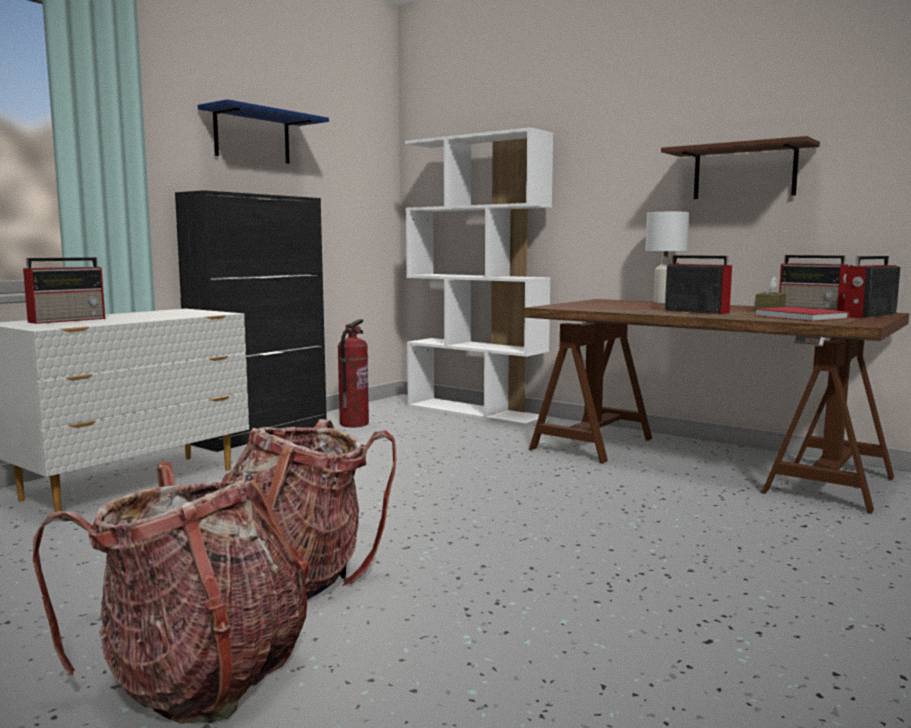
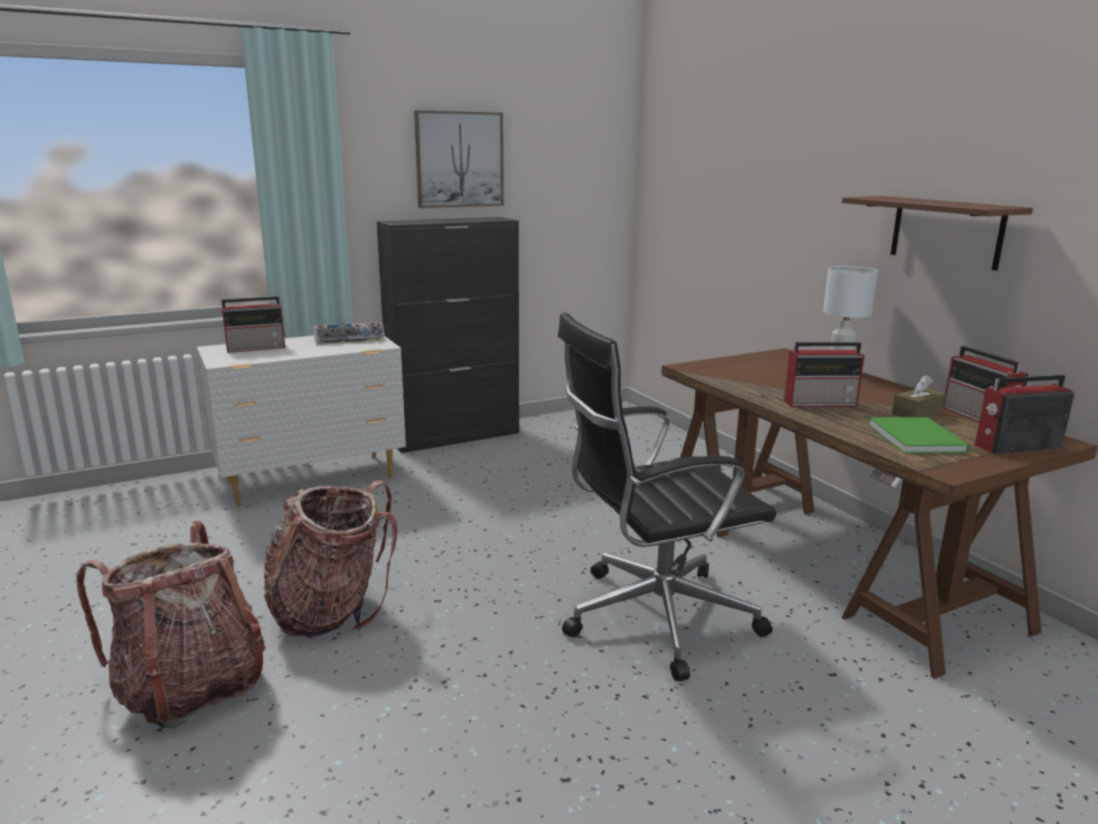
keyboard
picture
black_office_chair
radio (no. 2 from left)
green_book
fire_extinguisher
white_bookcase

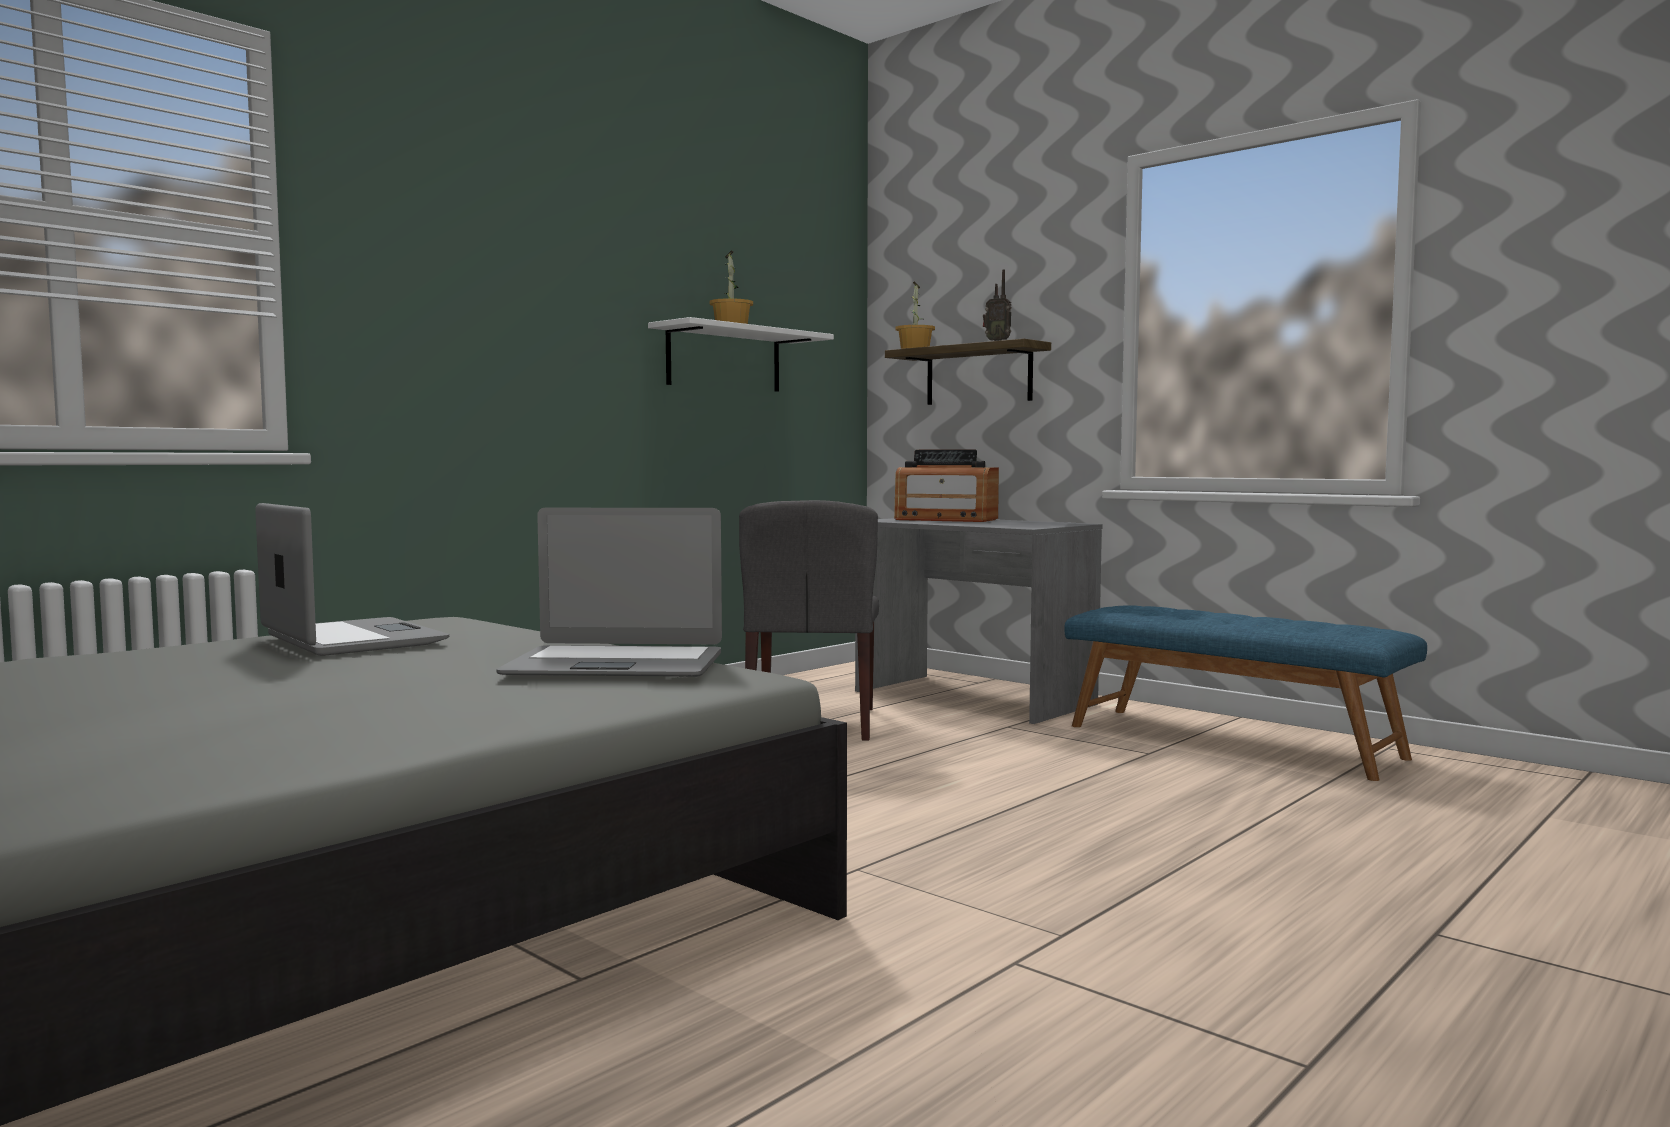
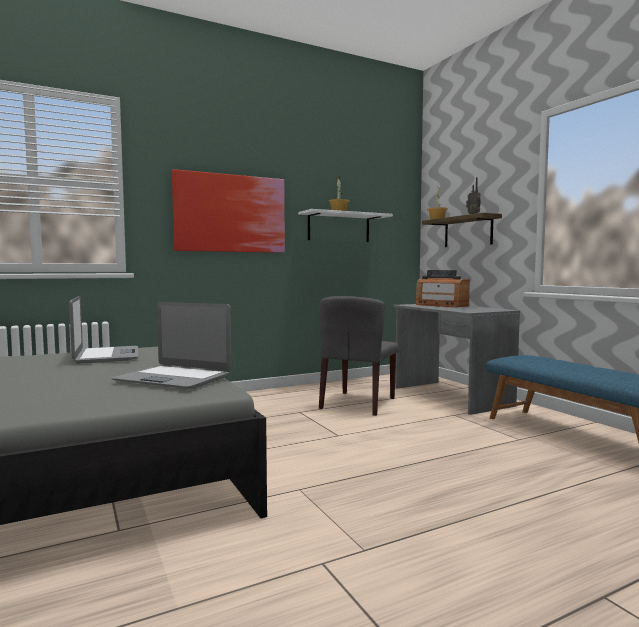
picture

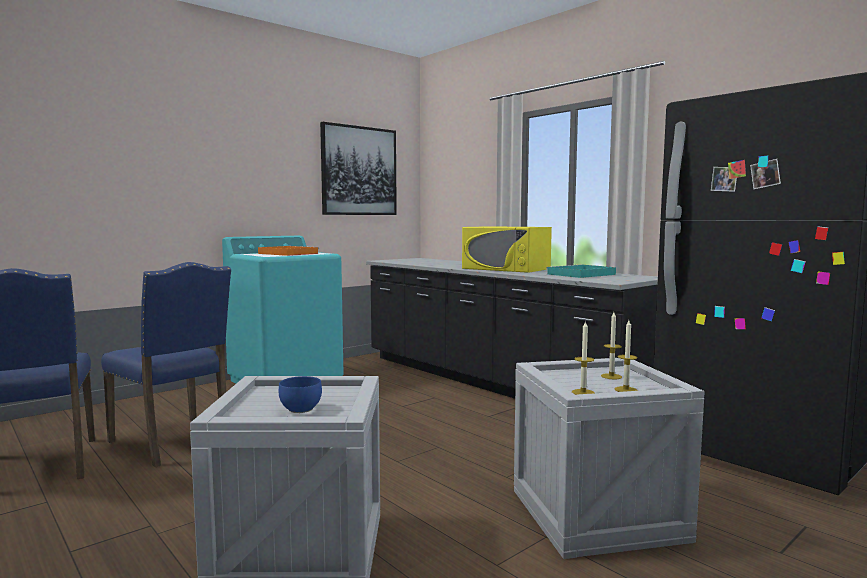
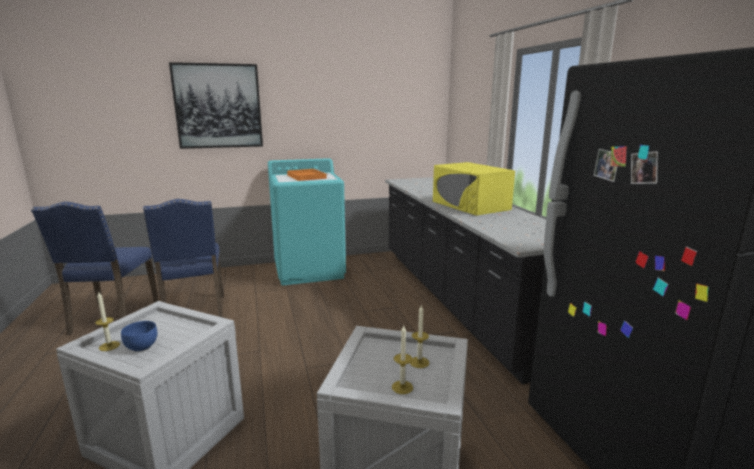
candle (no. 1 from left)
picture
turquoise_tray

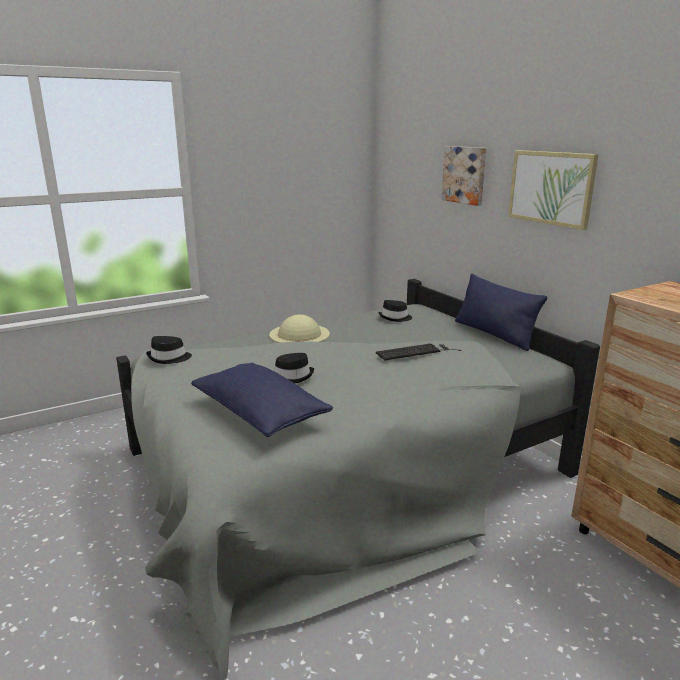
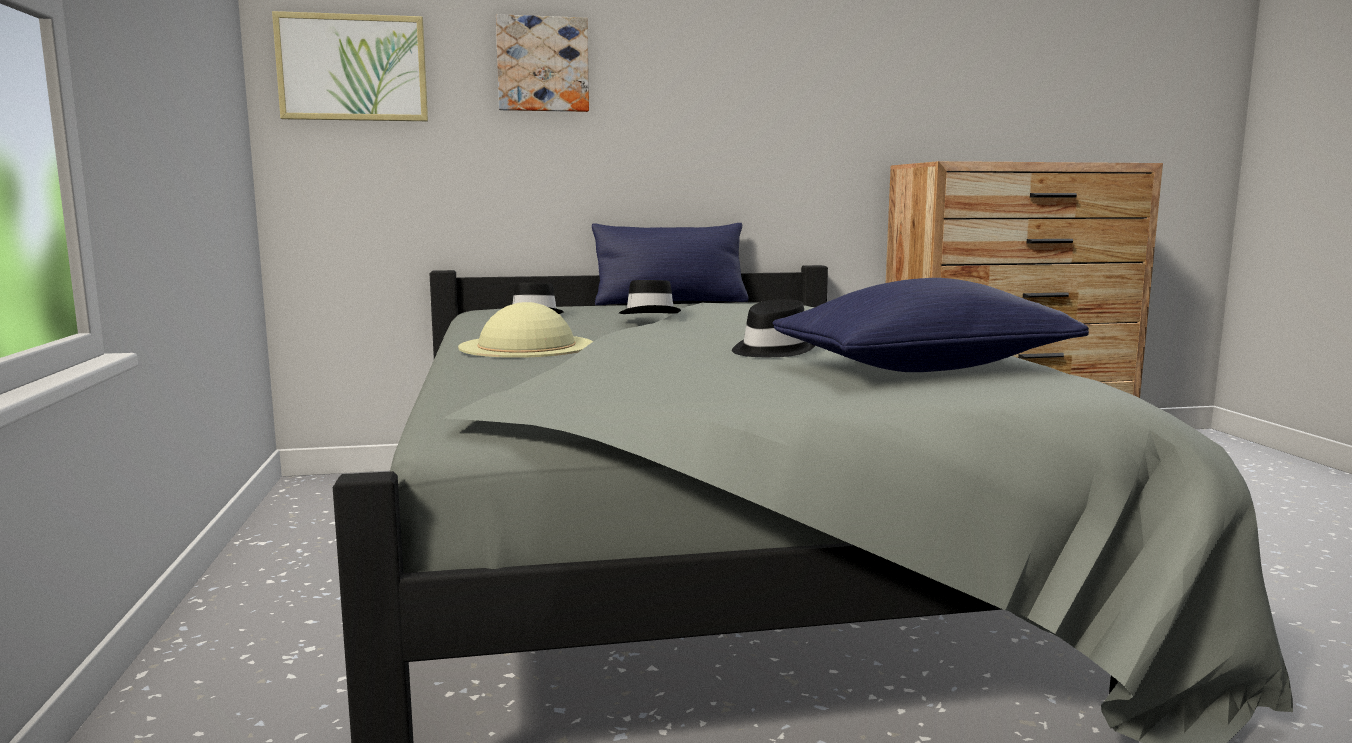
picture (no. 1 from left)
black_hat (no. 2 from left)
keyboard

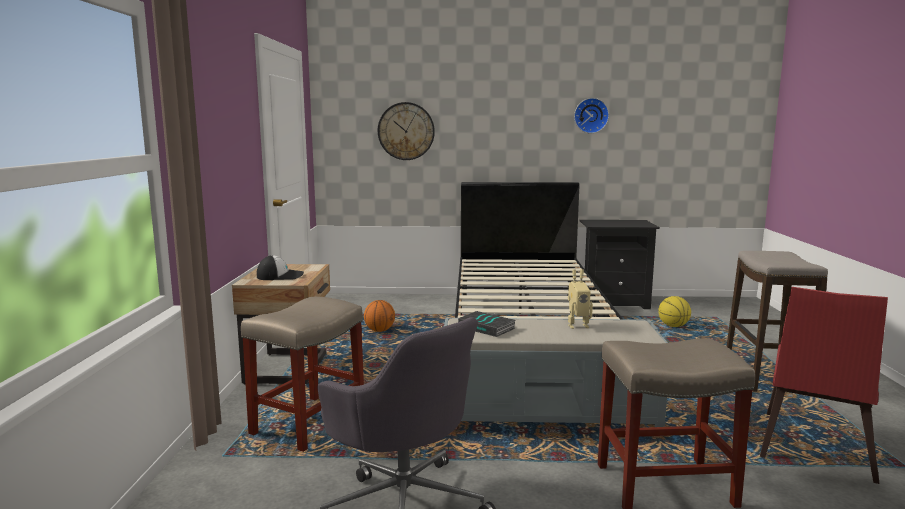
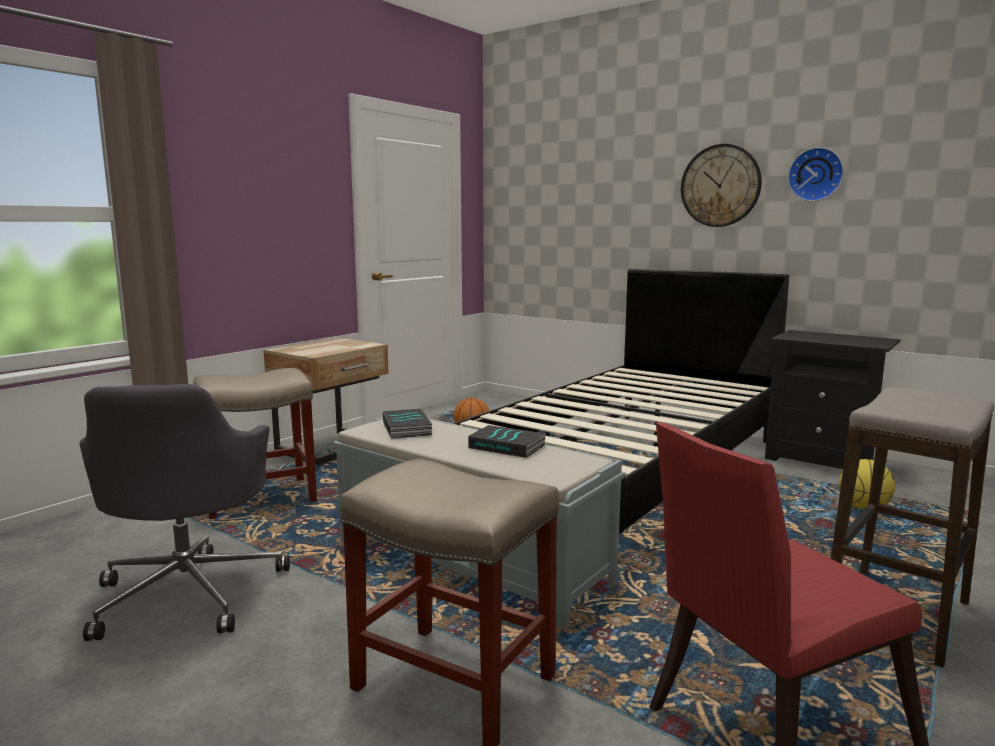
book (no. 2 from left)
wall_clock (no. 1 from left)
cap

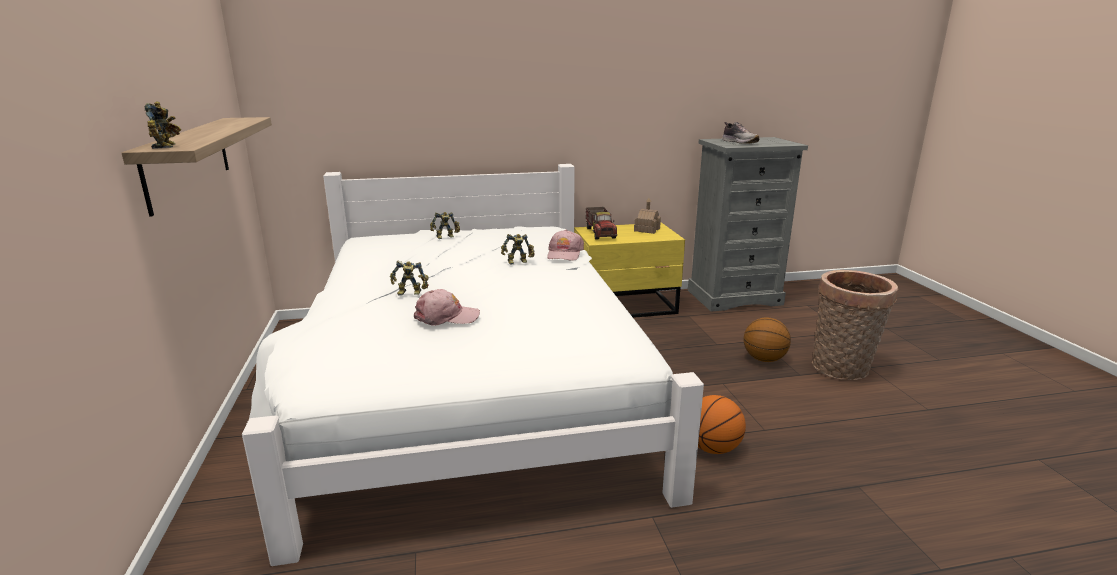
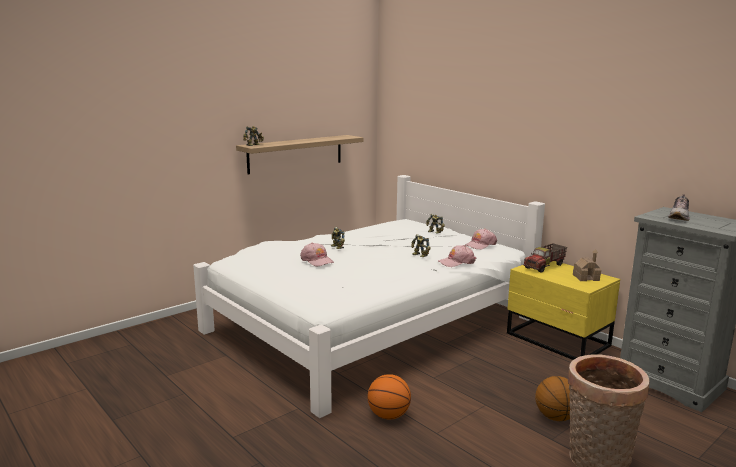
pink_cap (no. 3 from left)

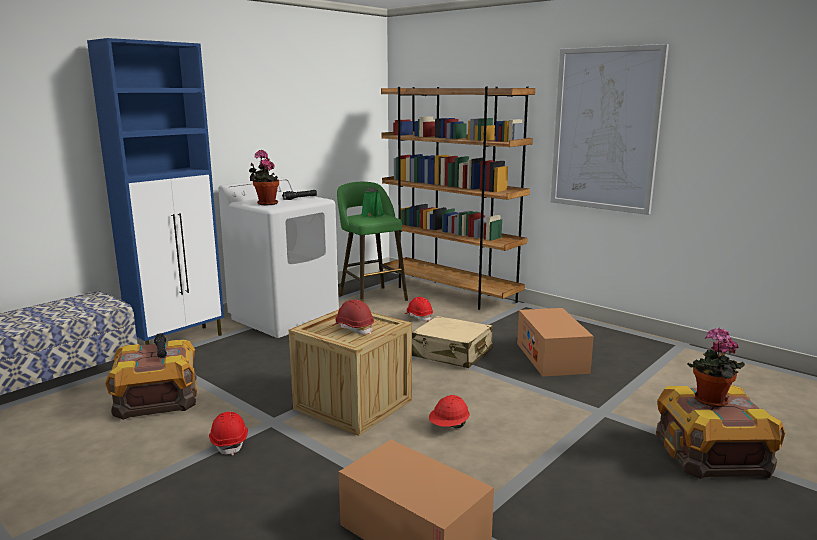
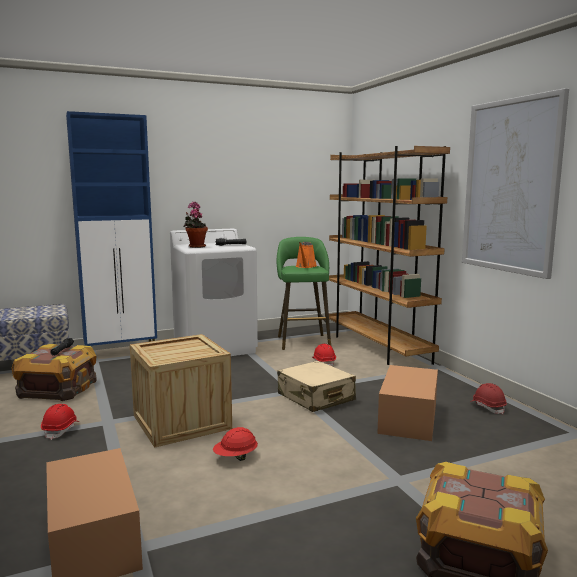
orange_watering_can
red_hard_hat (no. 4 from left)
potted_plant (no. 2 from left in the first image)

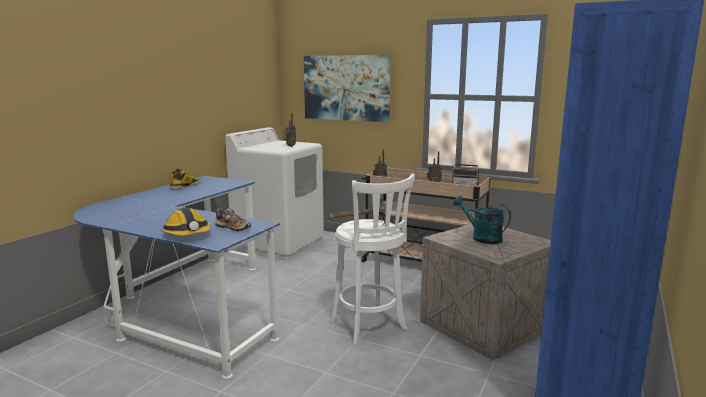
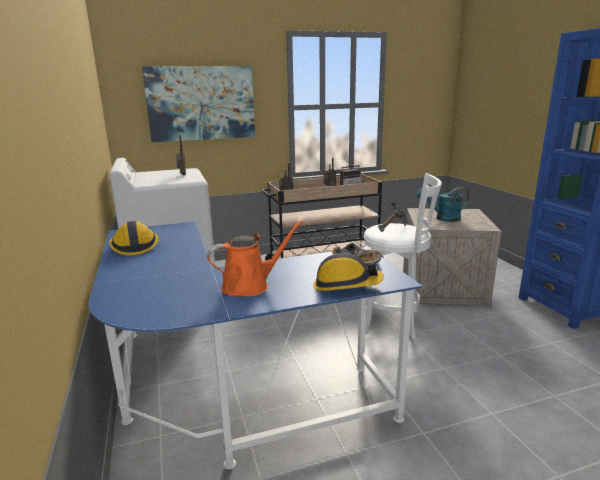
hard_hat (no. 1 from left)
orange_watering_can

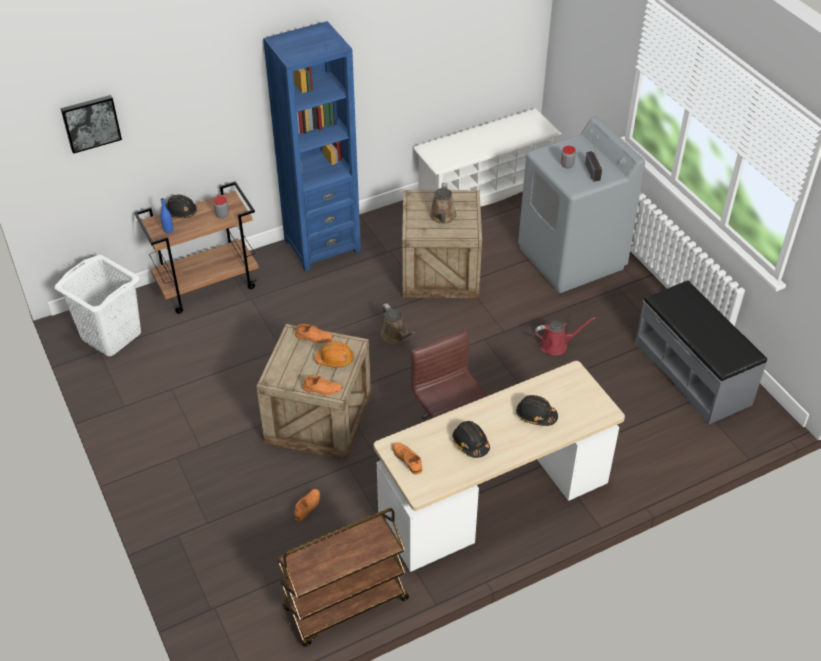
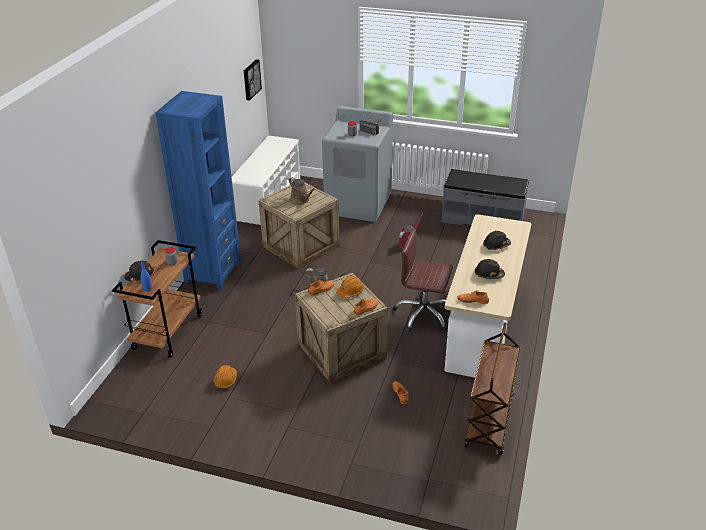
orange_hard_hat (no. 1 from left)
picture
white_laundry_basket

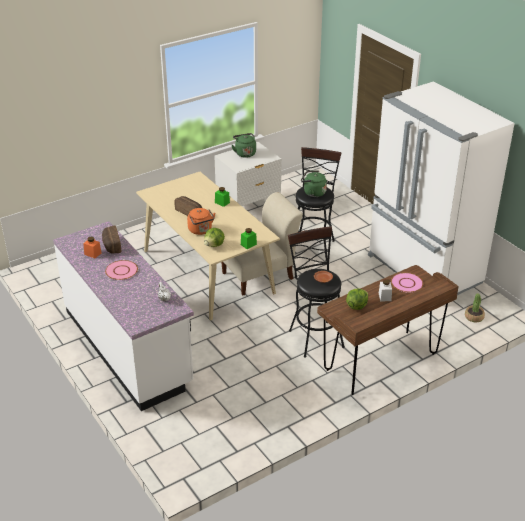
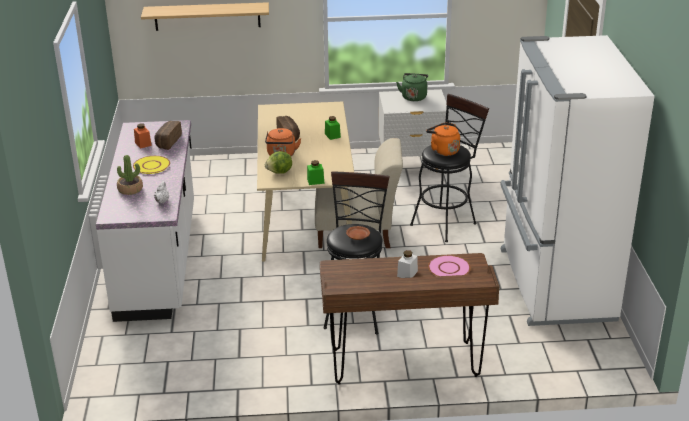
potted_plant
yellow_plate
shelf
orange_kettle (no. 2 from left)
lettuce (no. 2 from left in the first image)

